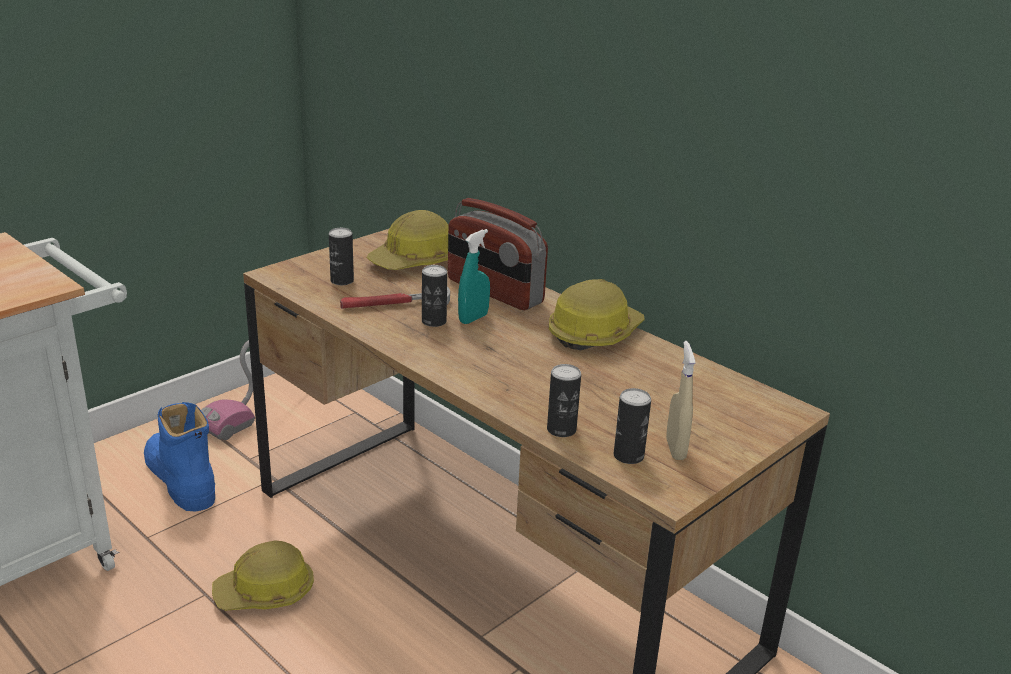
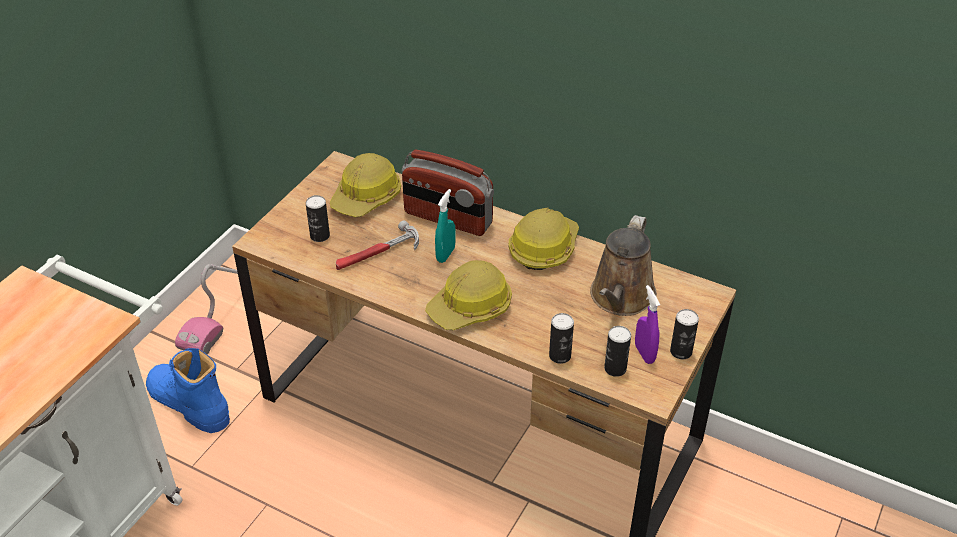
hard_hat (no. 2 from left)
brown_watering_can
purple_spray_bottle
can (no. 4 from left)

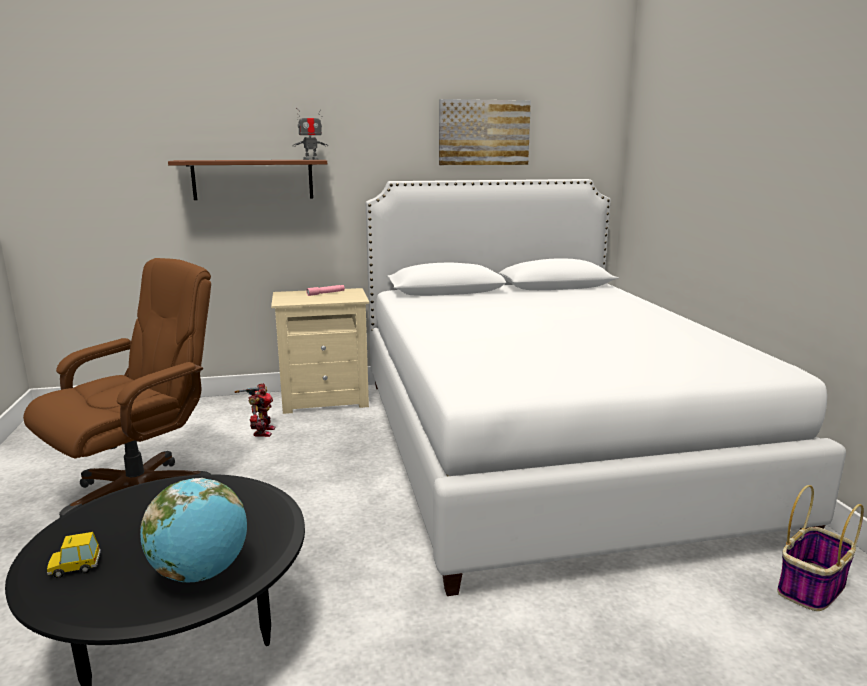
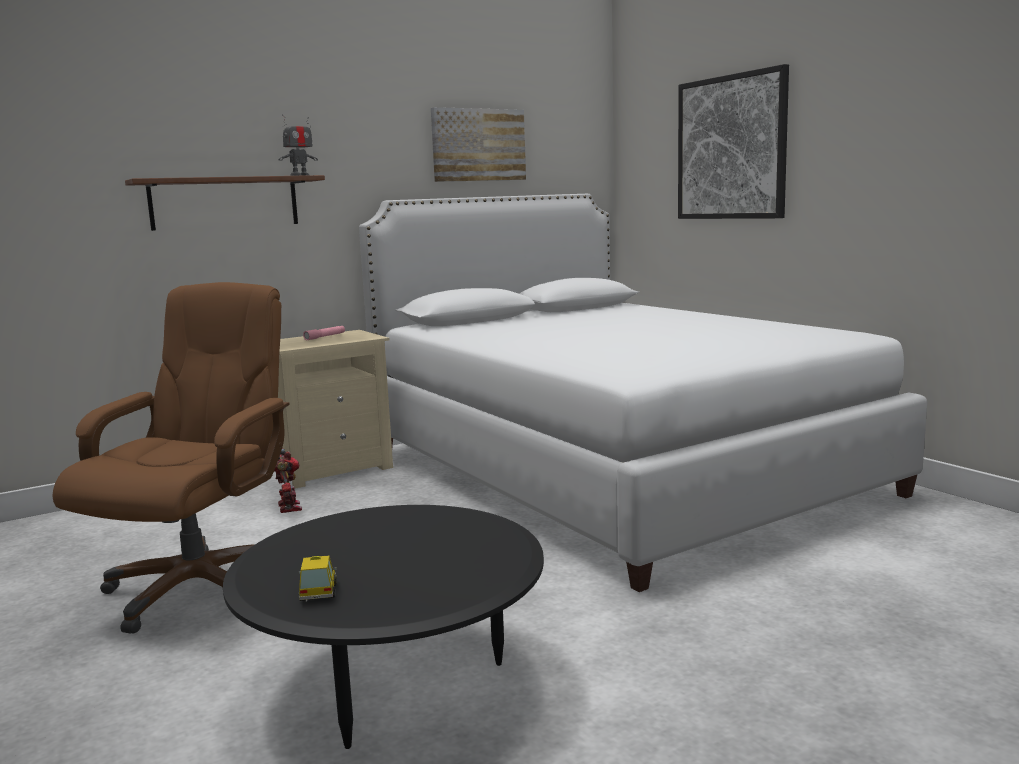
toy_car
picture (no. 2 from left)
globe
basket

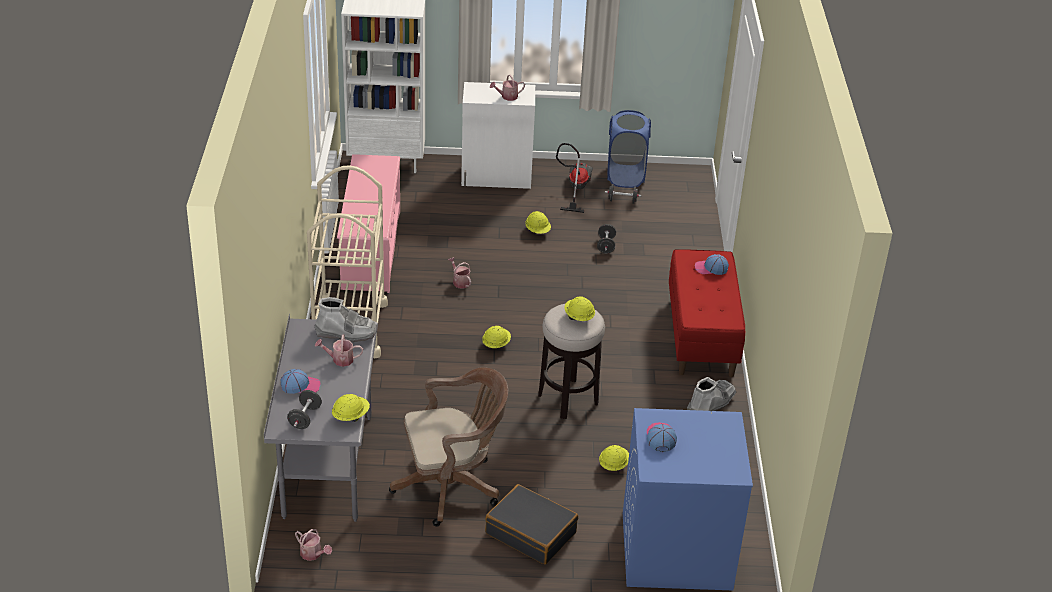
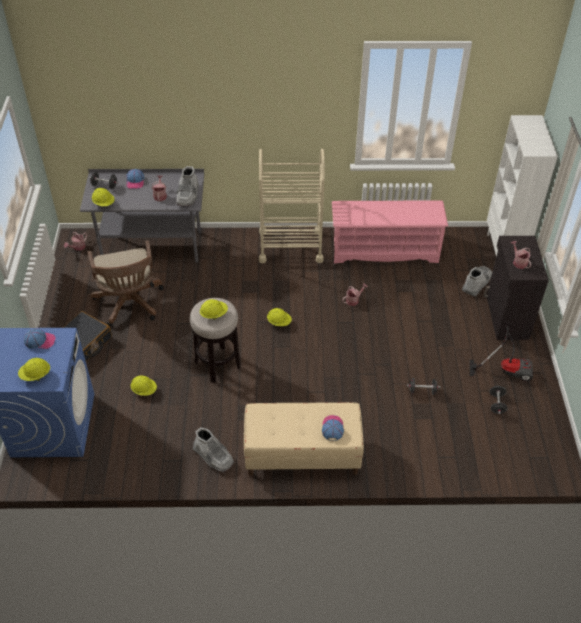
yellow_hard_hat (no. 1 from left)
beige_bench
grey_boot (no. 3 from left)
black_cabinet
blue_laundry_basket

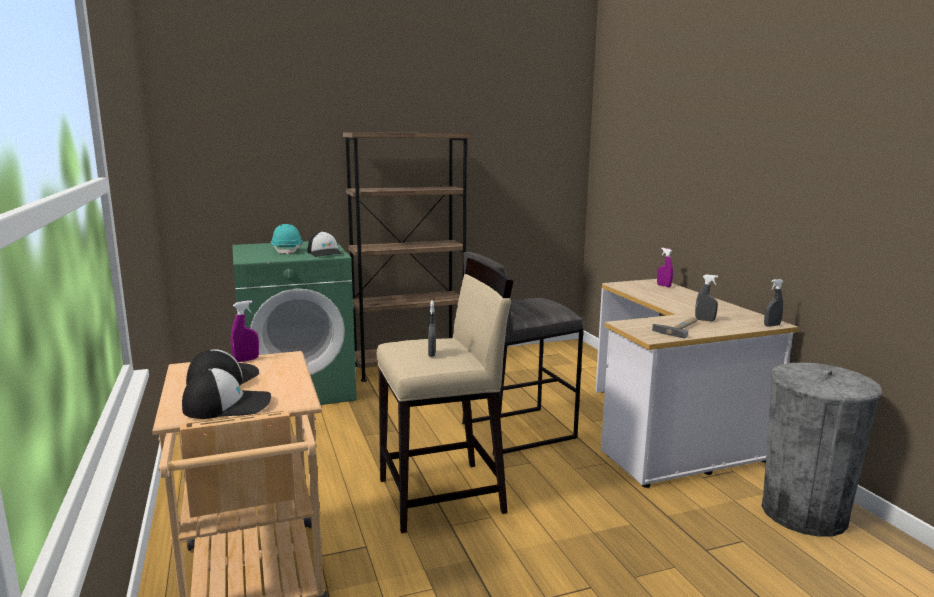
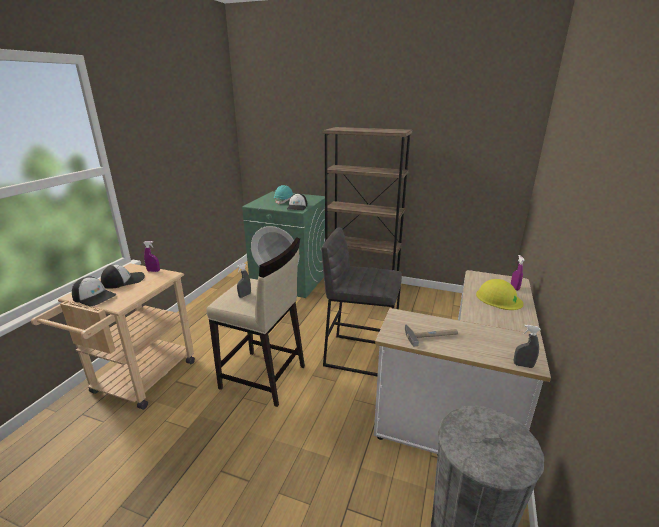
yellow_hard_hat
grey_spray_bottle (no. 2 from left in the first image)

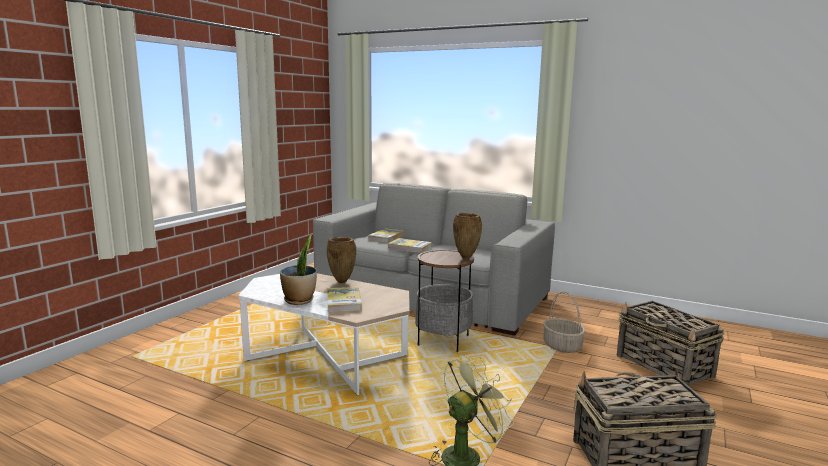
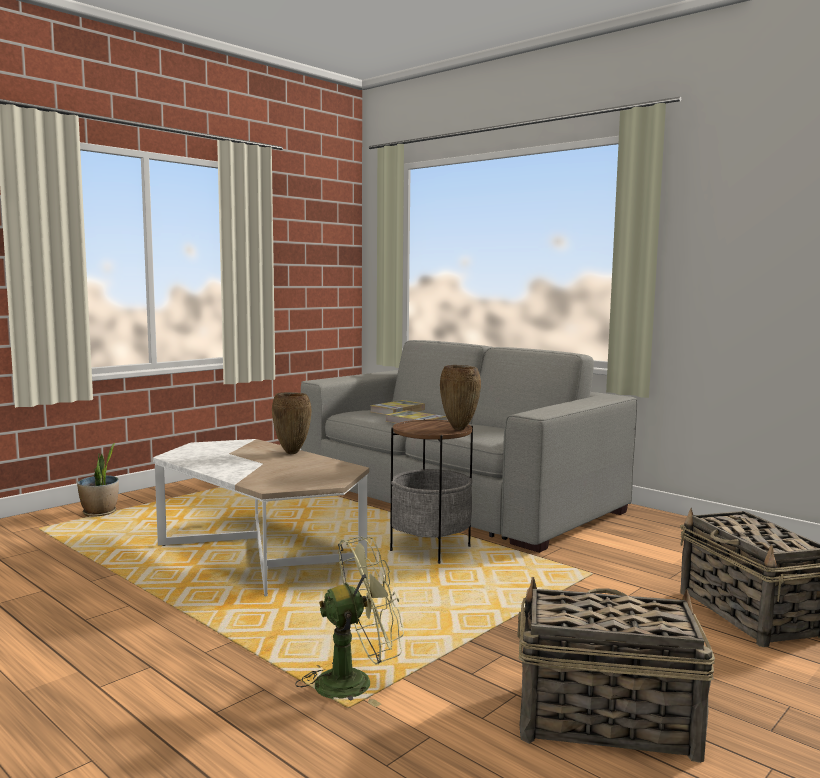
potted_plant
book (no. 1 from left in the first image)
basket (no. 1 from left in the first image)

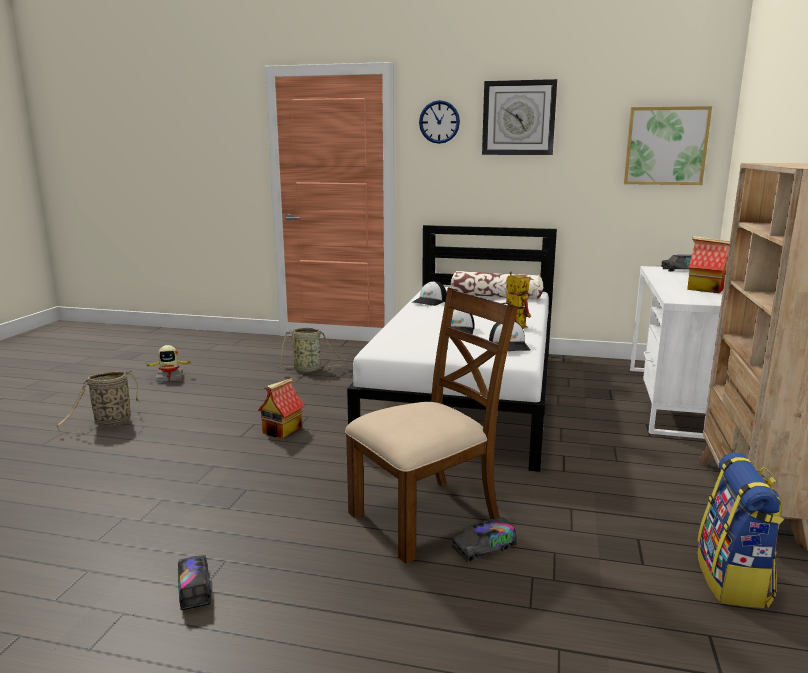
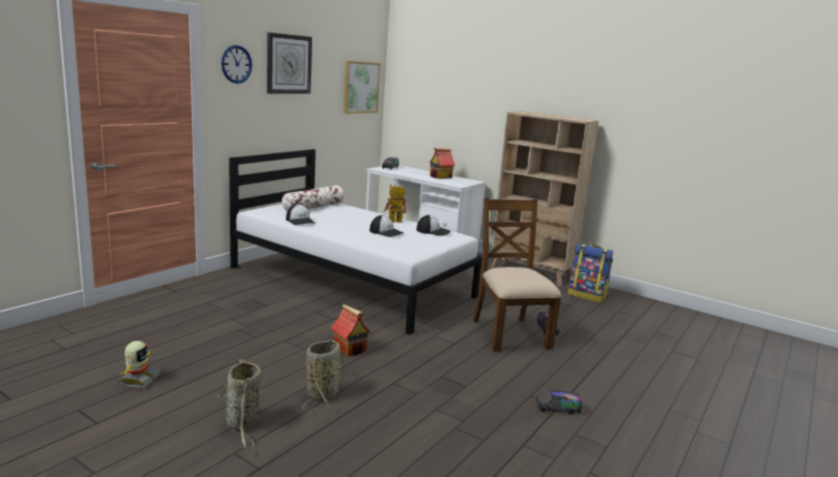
basket (no. 2 from left)

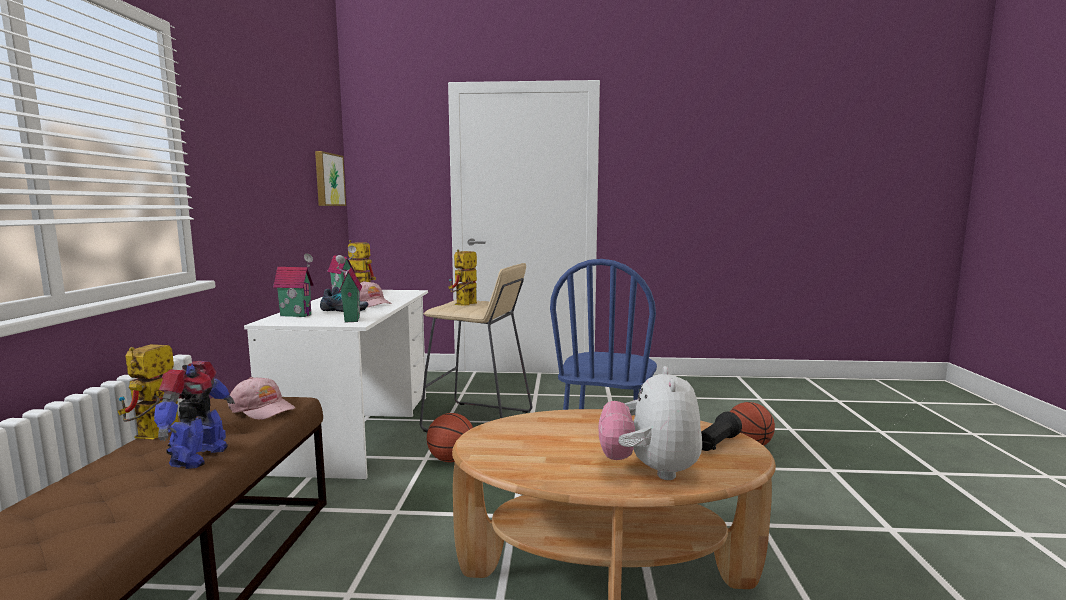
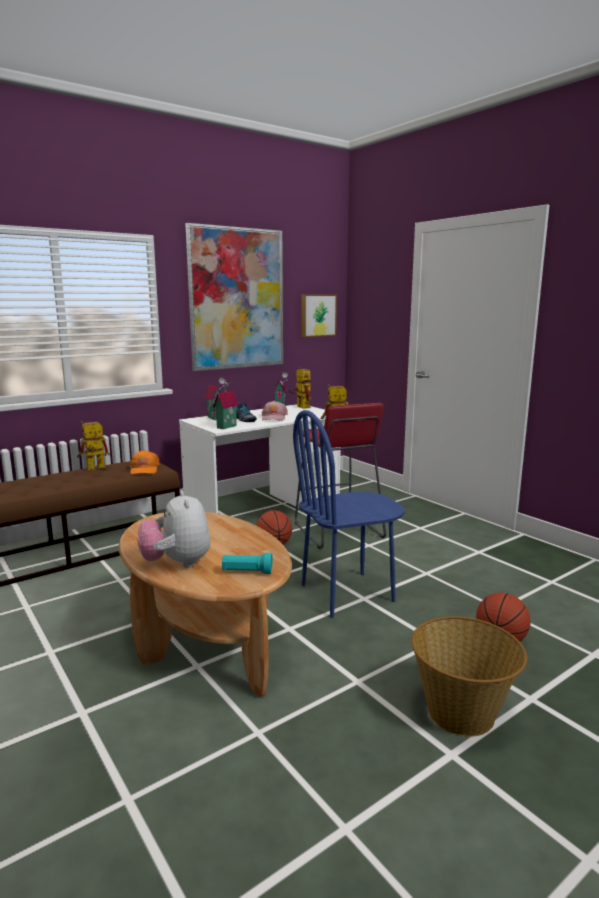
orange_cap
plush_toy
picture (no. 1 from left)
turquoise_flashlight
red_stool
basket
toy_robot (no. 2 from left in the first image)

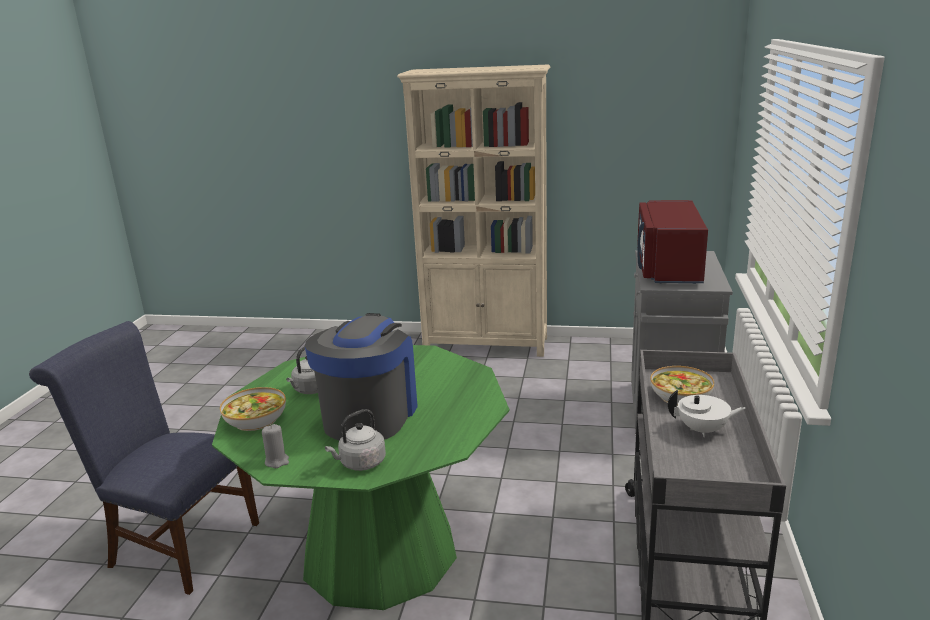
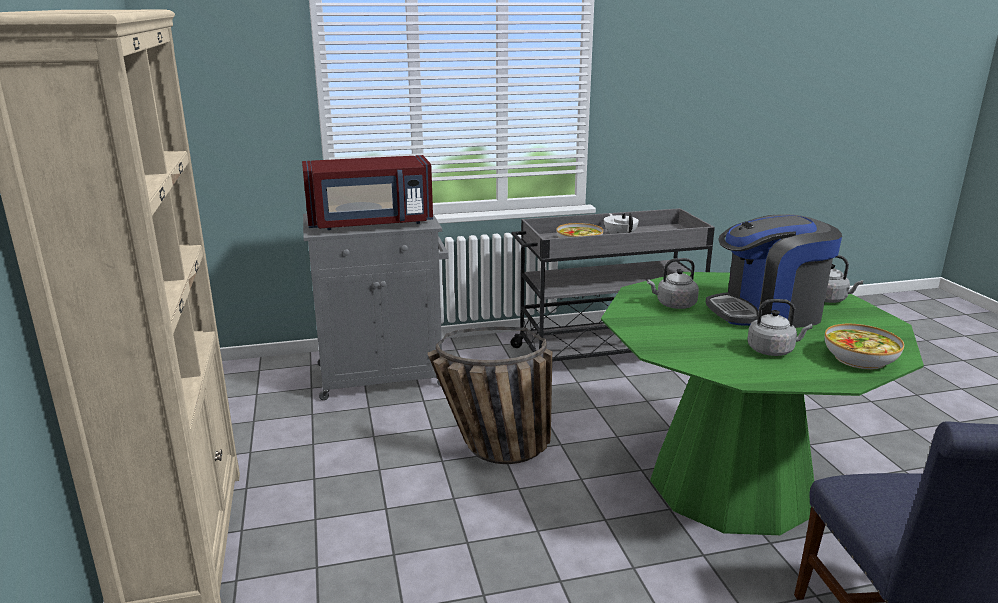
basket
grey_kettle (no. 1 from left)
grey_candle

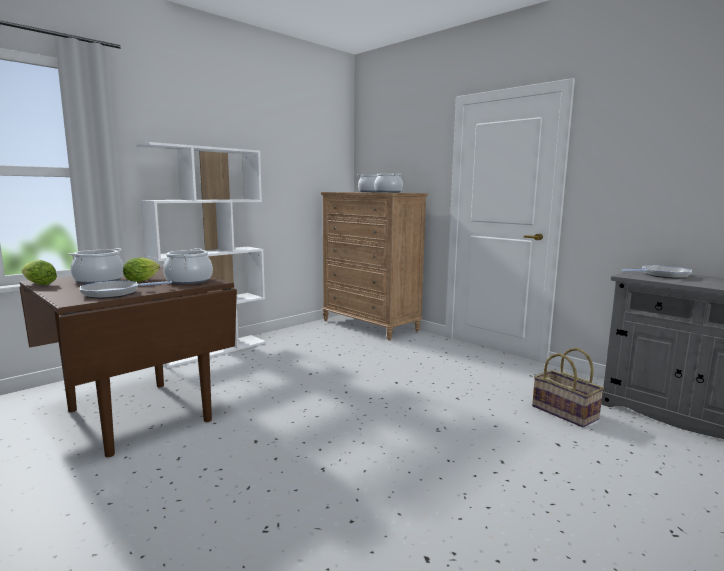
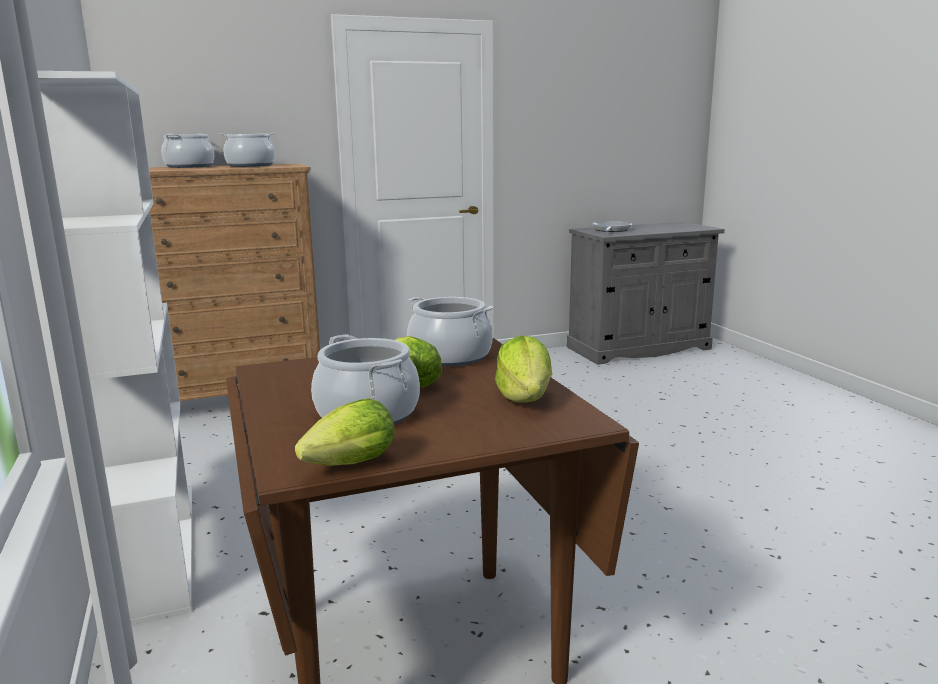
lettuce (no. 3 from left)
basket

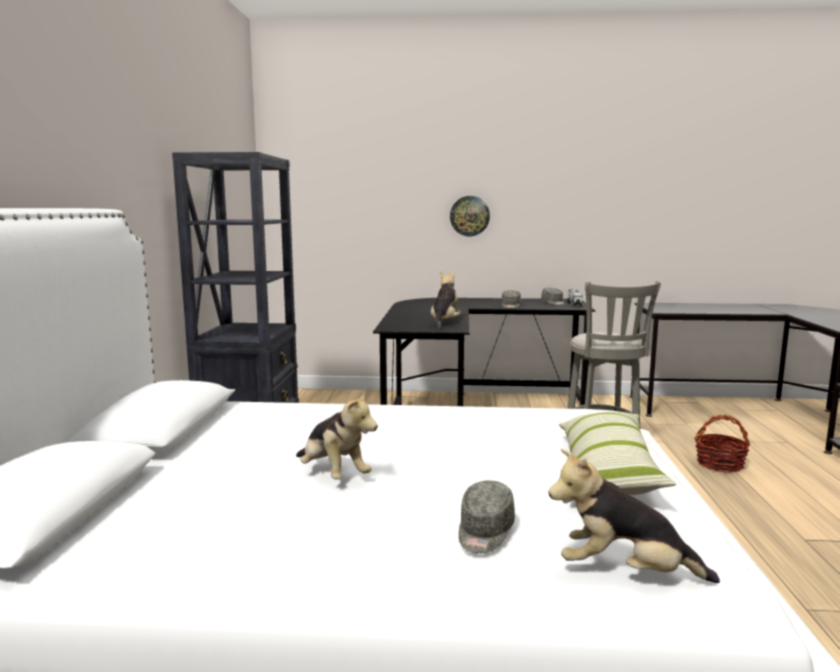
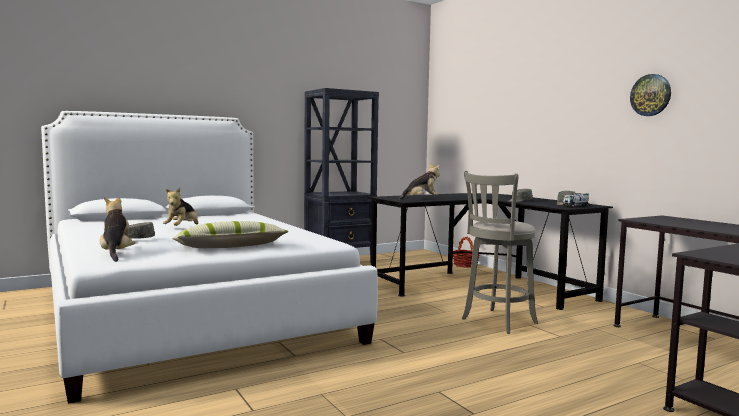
basket
wall_clock

